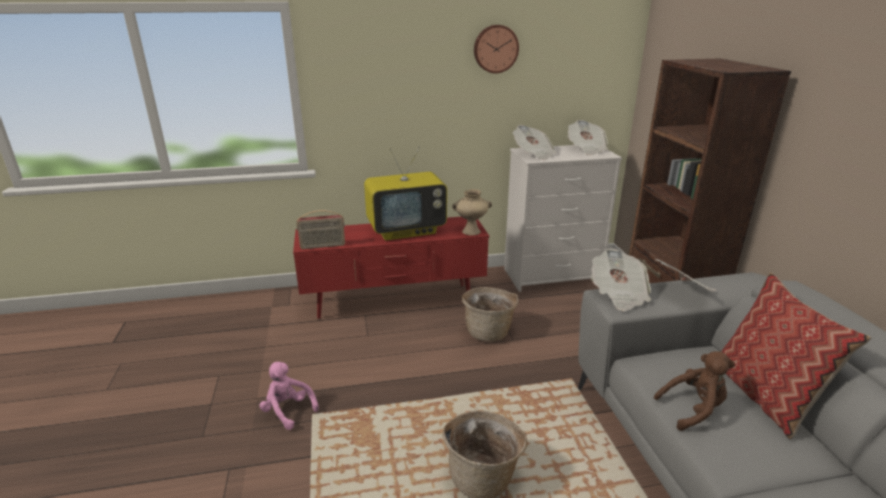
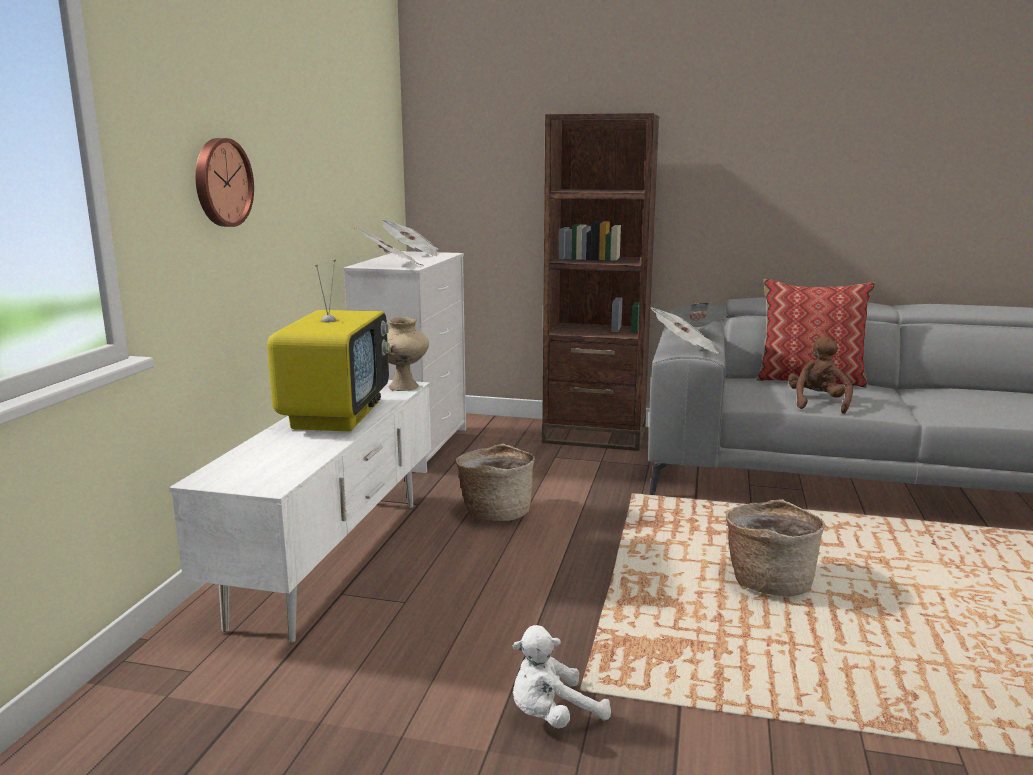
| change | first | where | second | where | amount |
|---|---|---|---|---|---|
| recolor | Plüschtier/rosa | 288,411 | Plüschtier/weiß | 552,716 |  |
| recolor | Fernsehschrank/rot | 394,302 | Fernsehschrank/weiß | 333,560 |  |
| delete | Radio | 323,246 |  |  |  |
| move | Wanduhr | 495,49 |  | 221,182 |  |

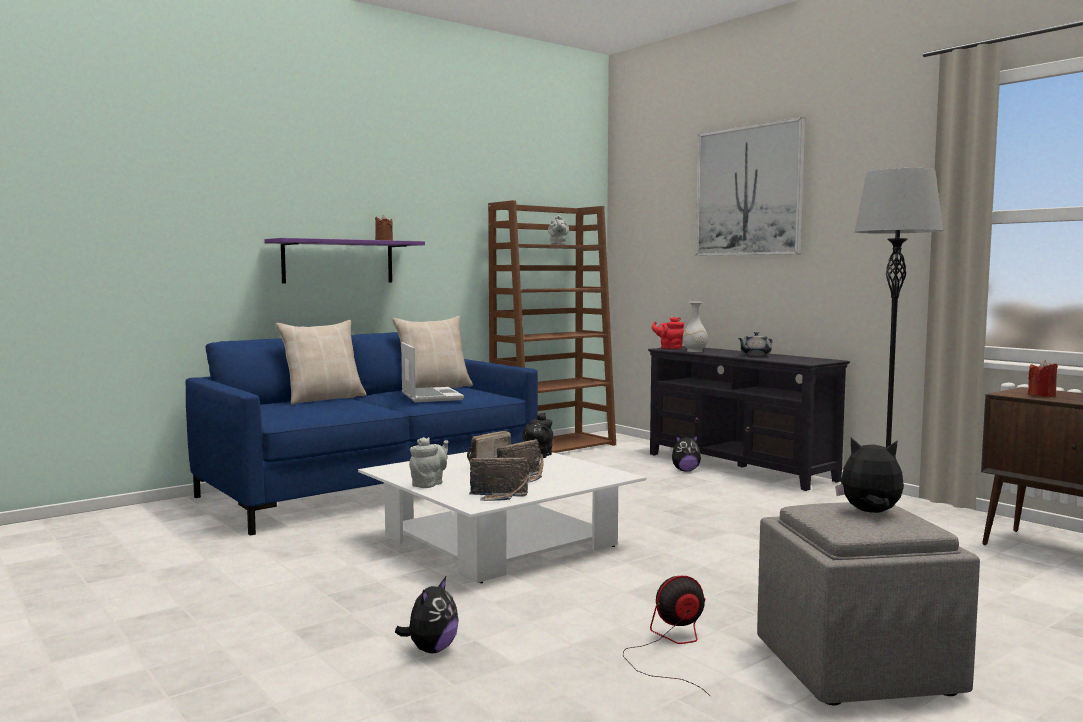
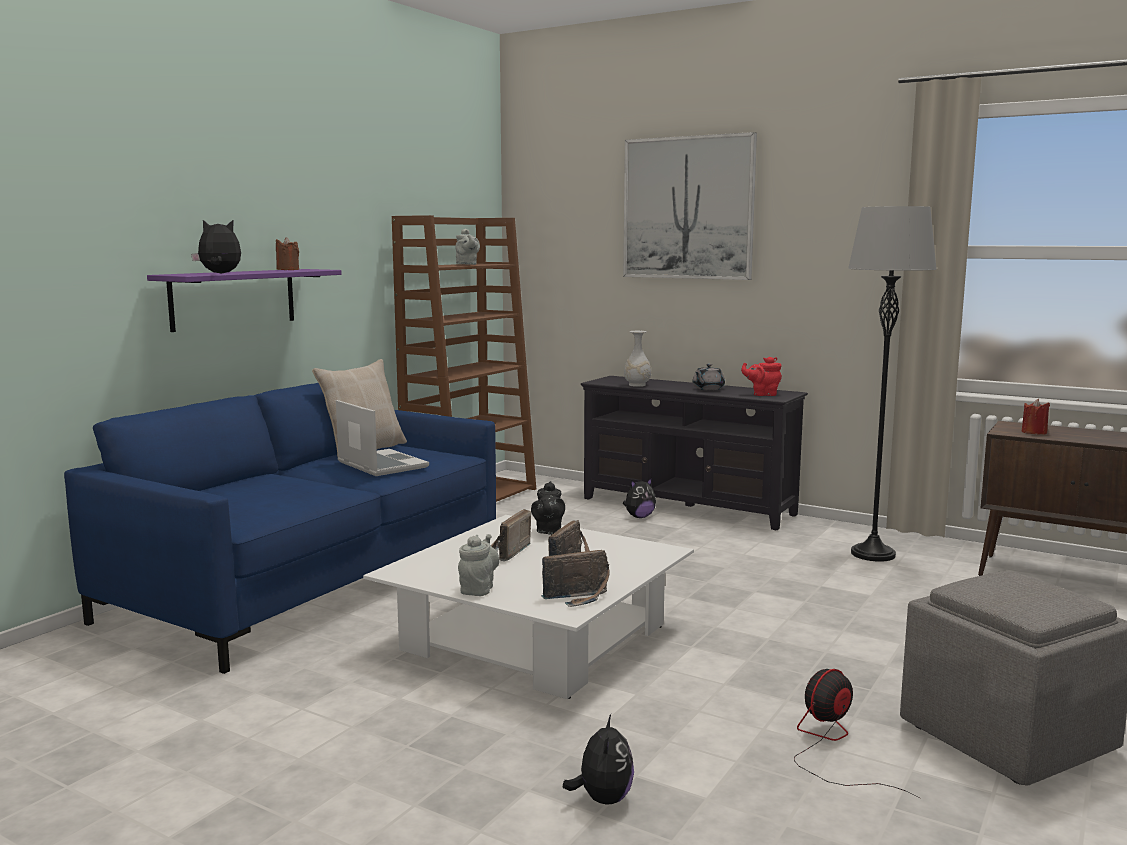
| change | first | where | second | where | amount |
|---|---|---|---|---|---|
| delete | Kissen/beige | 323,399 |  |  |  |
| move | Teekanne/rot | 669,348 |  | 762,394 |  |
| move | Plüschtier | 870,513 |  | 220,273 |  |

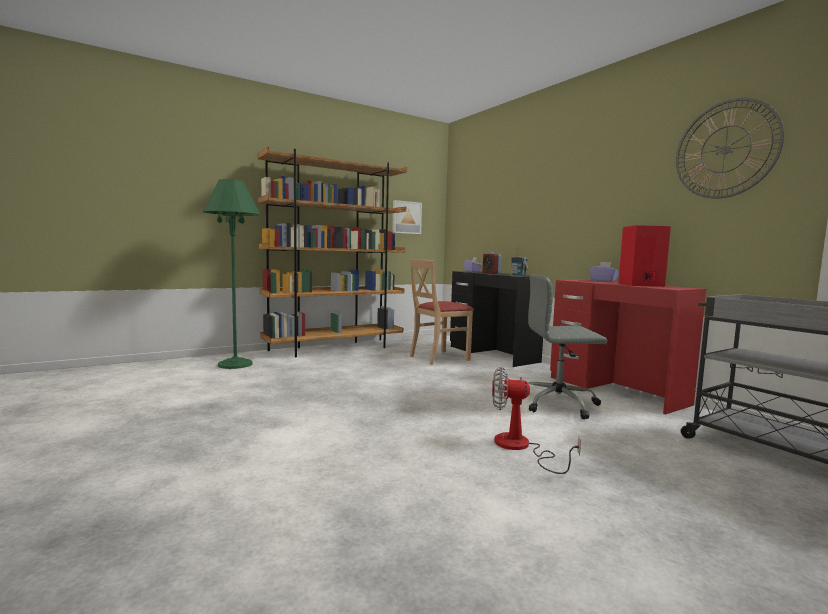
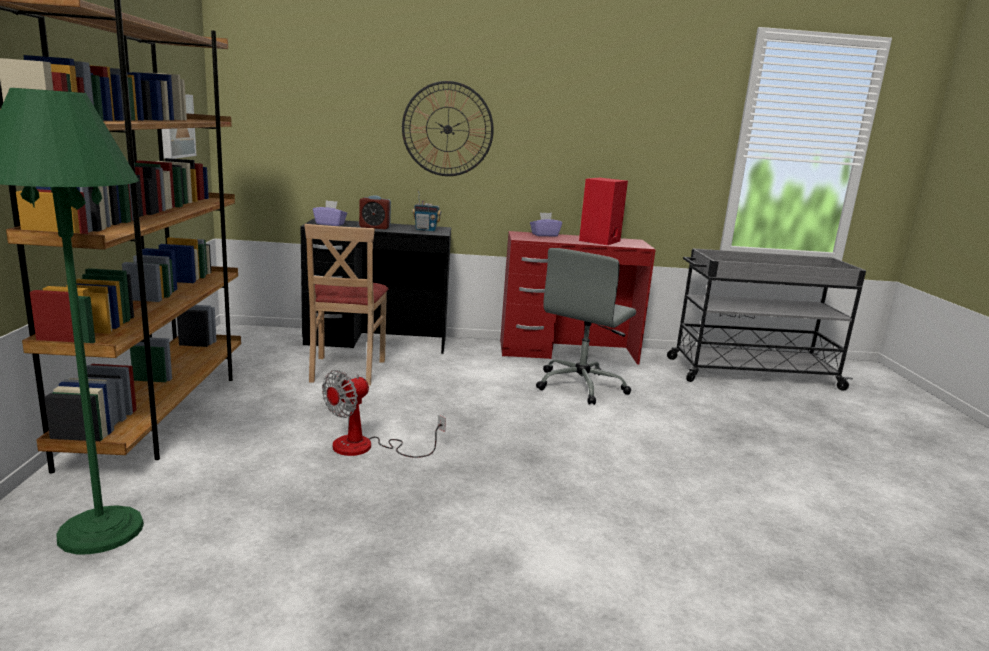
| change | first | where | second | where | amount |
|---|---|---|---|---|---|
| move | Ventilator | 520,448 |  | 367,447 |  |
| move | Wanduhr | 725,149 |  | 447,129 |  |

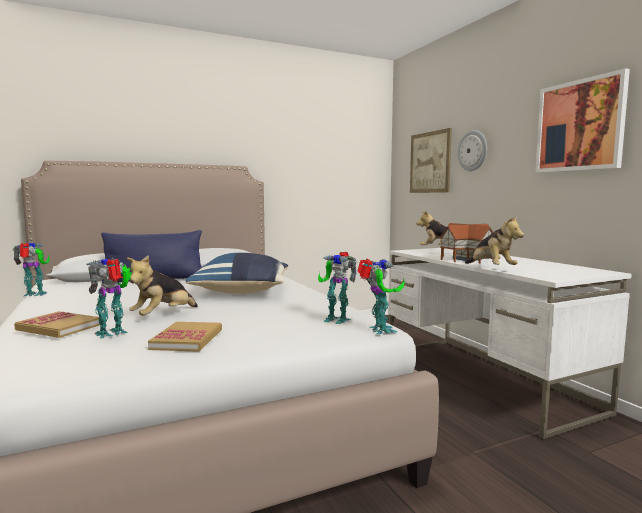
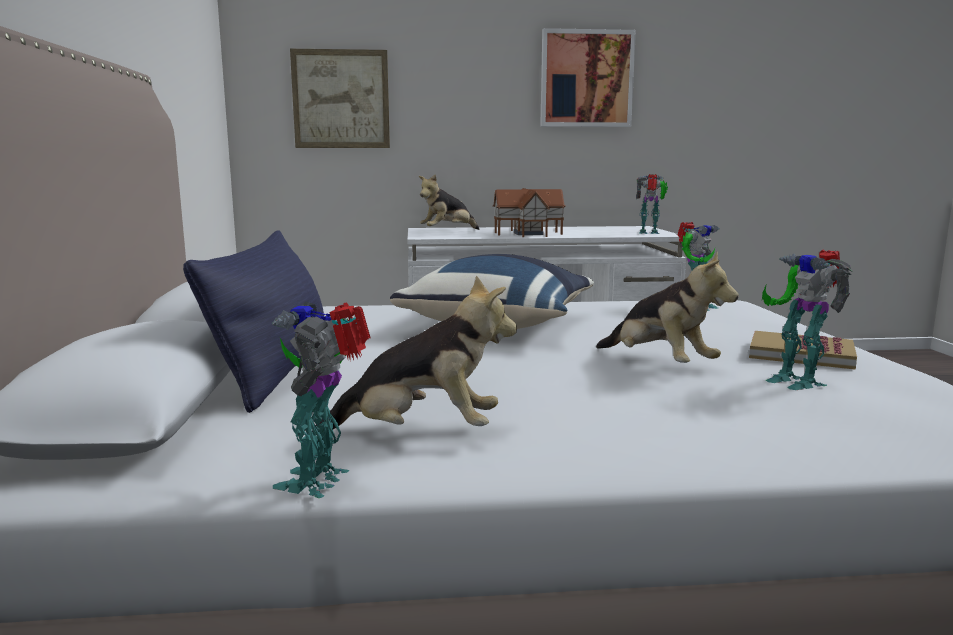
| change | first | where | second | where | amount |
|---|---|---|---|---|---|
| delete | Buch | 58,327 |  |  |  |
| move | Spielzeugroboter | 380,330 |  | 650,233 |  |
| delete | Wanduhr | 472,150 |  |  |  |
| move | Plüschtier | 491,268 |  | 421,434 |  |

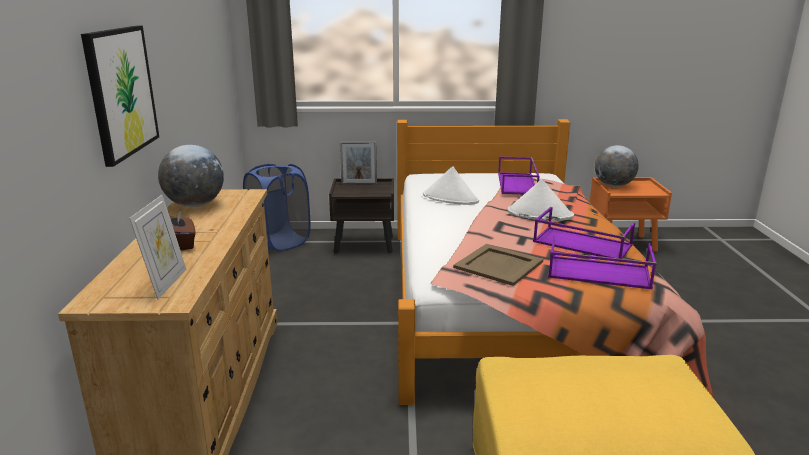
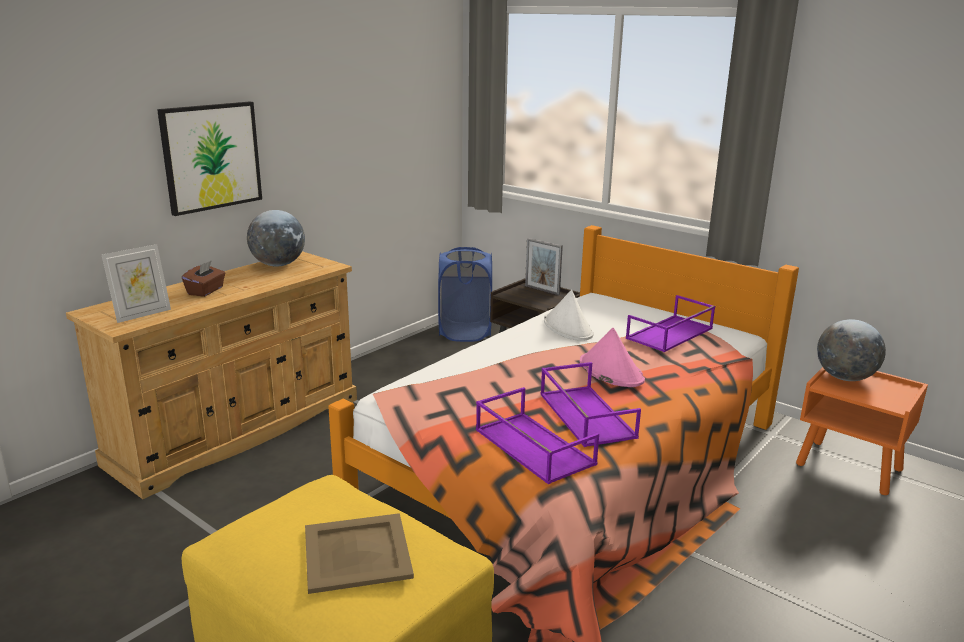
| change | first | where | second | where | amount |
|---|---|---|---|---|---|
| move | Tablett/beige | 498,265 |  | 356,553 |  |
| recolor | Hut/weiß | 539,214 | Hut/rosa | 610,371 |  |

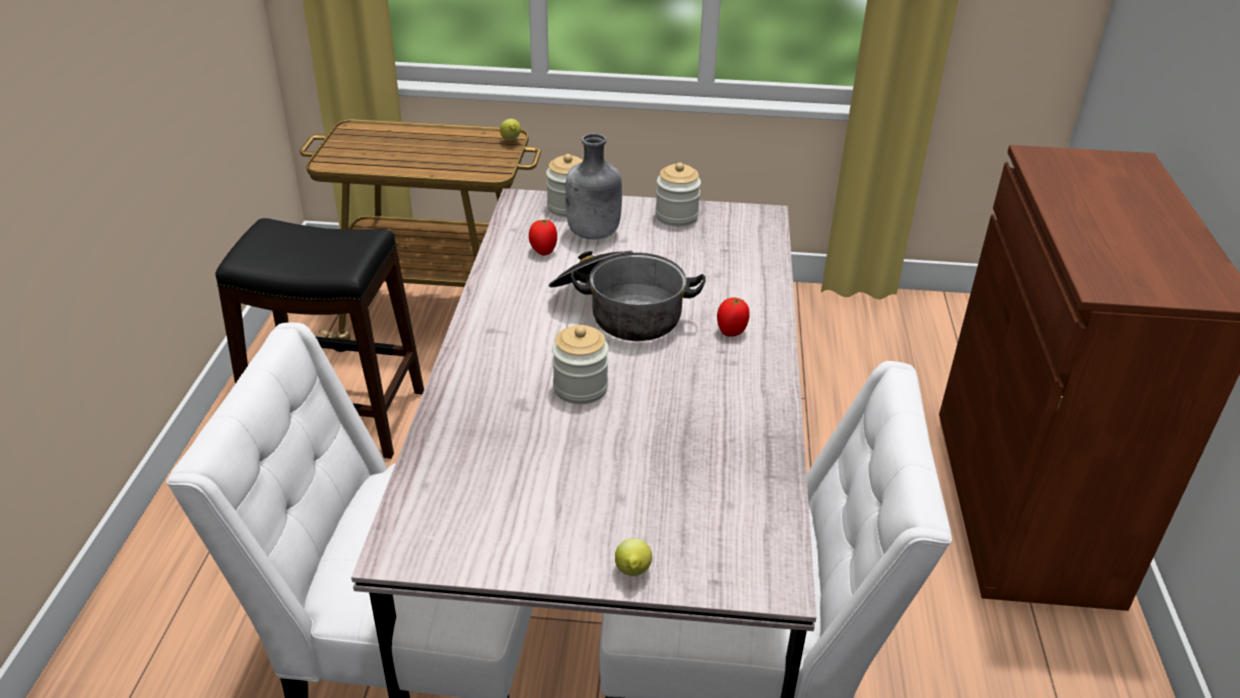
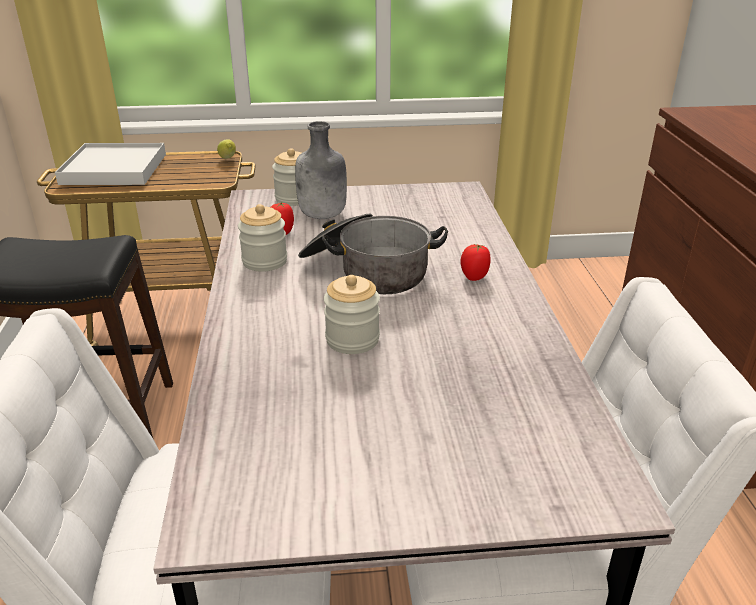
| change | first | where | second | where | amount |
|---|---|---|---|---|---|
| delete | Zitrone | 632,573 |  |  |  |
| move | Vorratsglas | 676,216 |  | 264,261 |  |
| insert |  |  | Tablett/weiß | 114,169 |  |

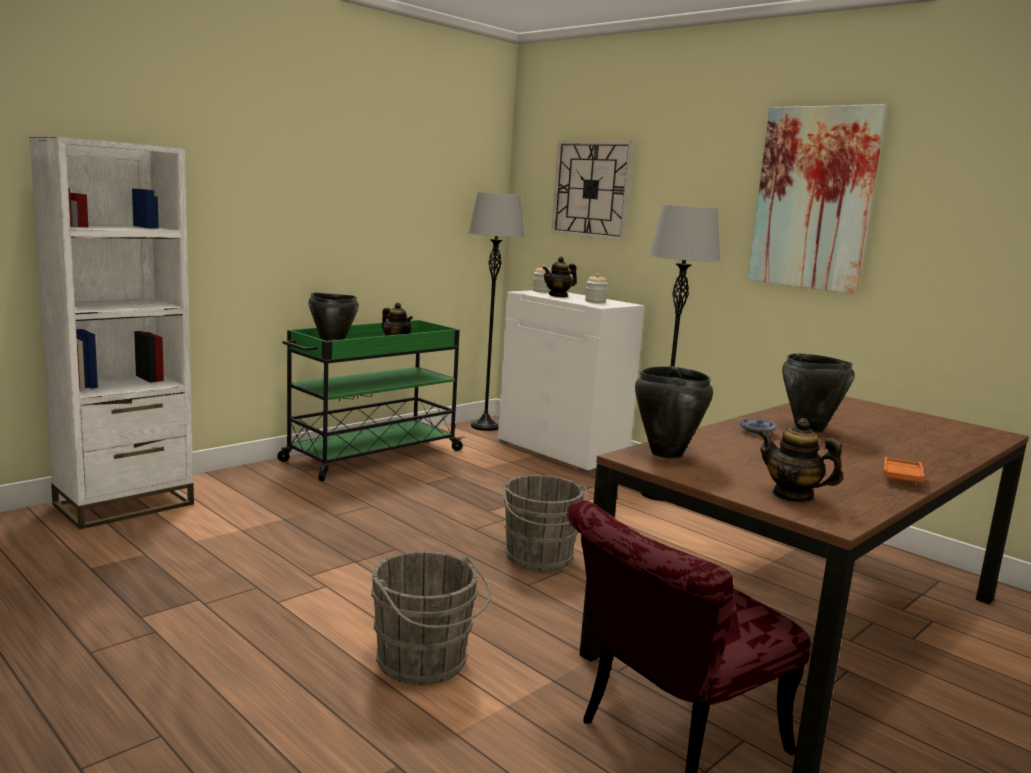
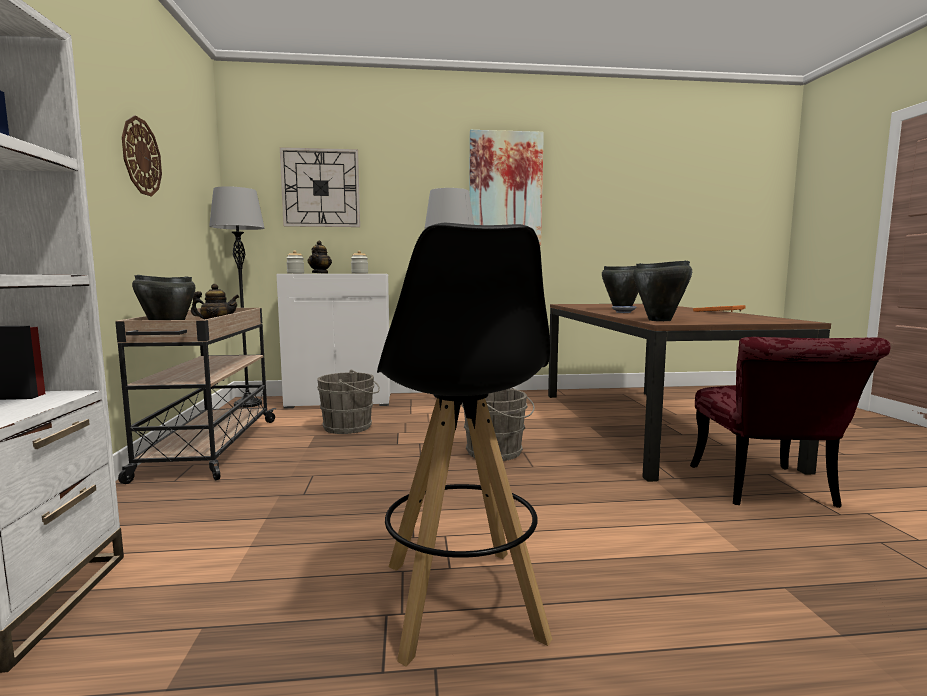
| change | first | where | second | where | amount |
|---|---|---|---|---|---|
| recolor | Rollwagen/grün | 371,456 | Rollwagen/beige | 209,448 |  |
| move | Eimer/grau | 425,663 |  | 350,427 |  |
| delete | Teekanne | 792,495 |  |  |  |
| insert |  |  | Wanduhr | 141,157 |  |
| insert |  |  | Hocker/schwarz | 461,601 |  |

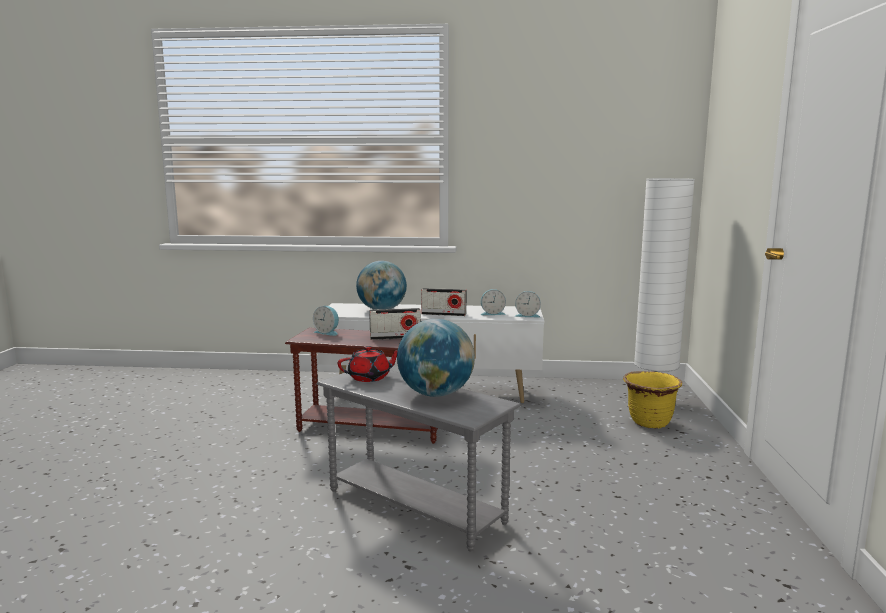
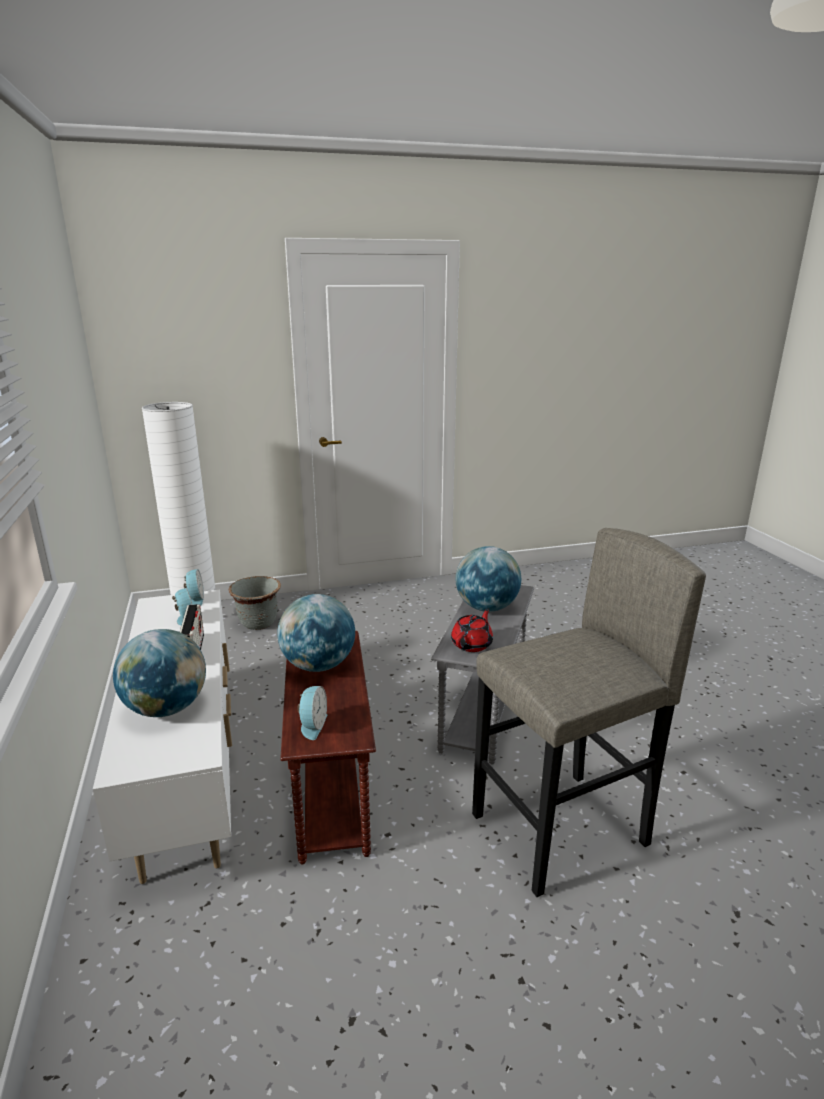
| change | first | where | second | where | amount |
|---|---|---|---|---|---|
| rotate | Teekanne/rot | 370,377 |  | 472,644 | 75 degrees clockwise |
| replace | Radio | 395,337 | Globus | 318,665 |  |
| recolor | Pflanzkübel/gelb | 649,422 | Pflanzkübel/grau | 258,623 |  |
| insert |  |  | Hocker/grau | 561,830 |  |

